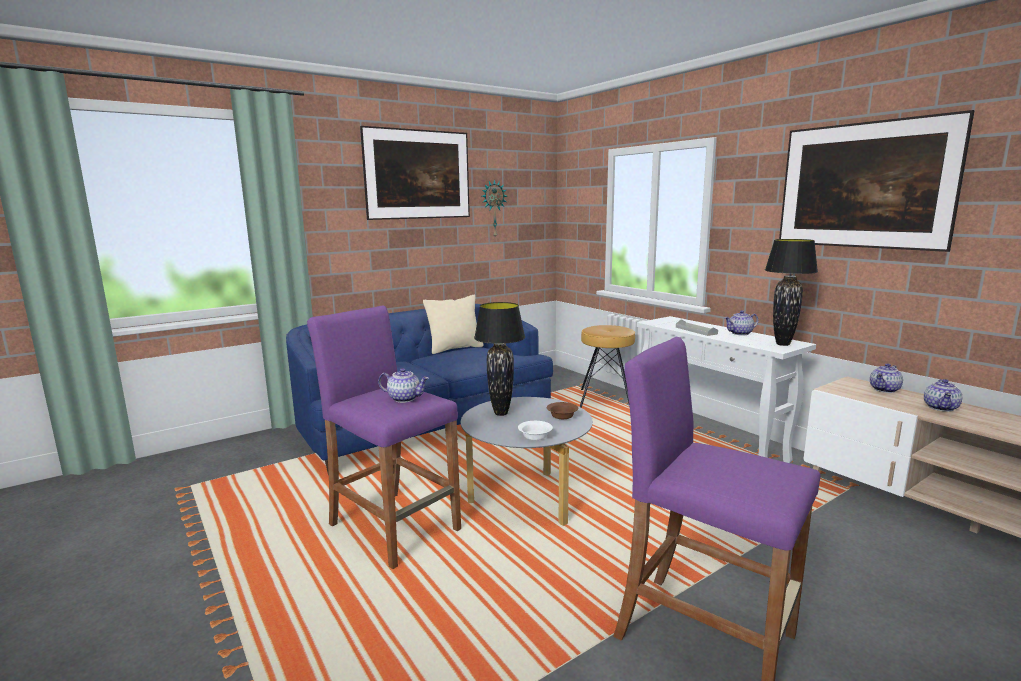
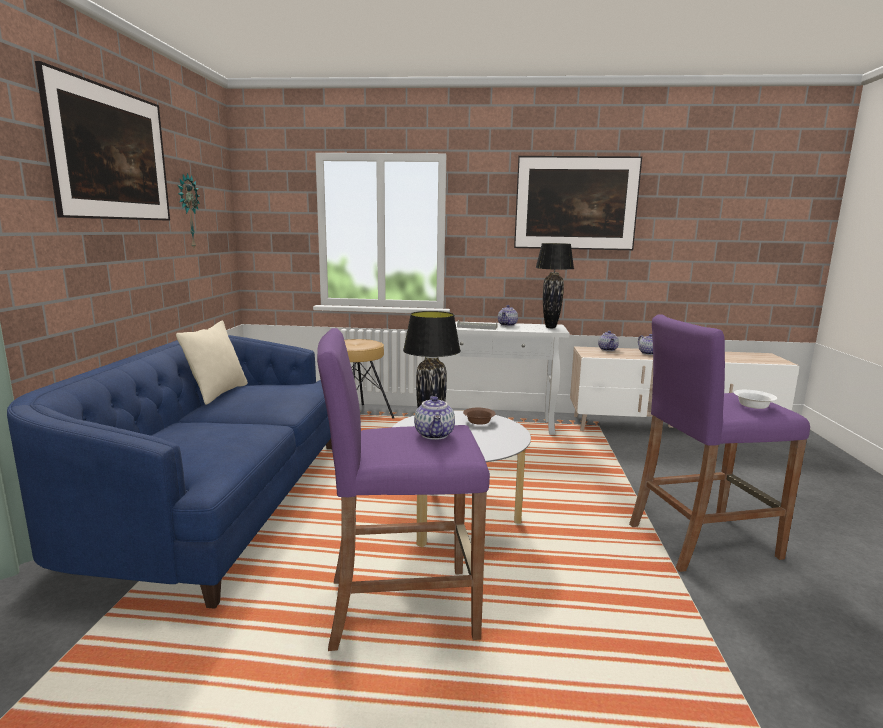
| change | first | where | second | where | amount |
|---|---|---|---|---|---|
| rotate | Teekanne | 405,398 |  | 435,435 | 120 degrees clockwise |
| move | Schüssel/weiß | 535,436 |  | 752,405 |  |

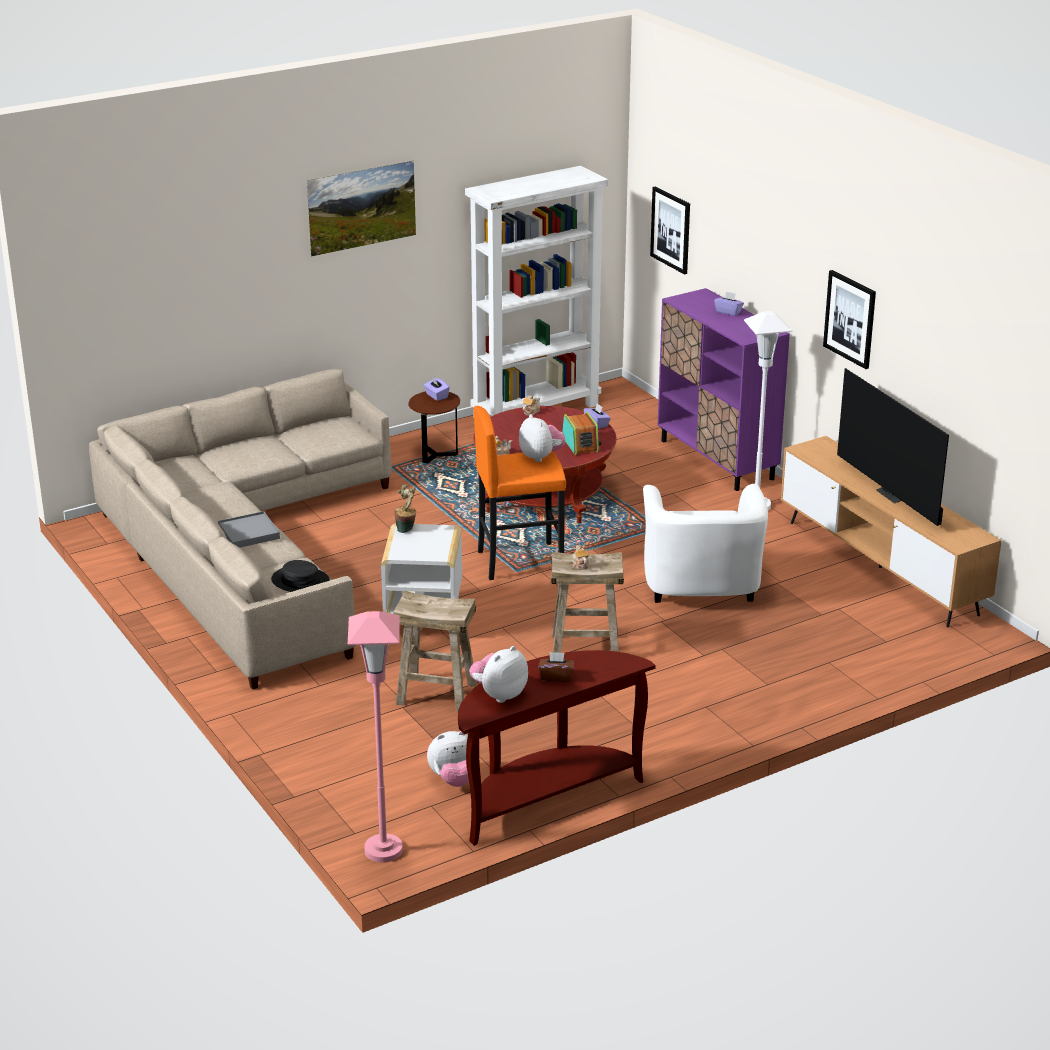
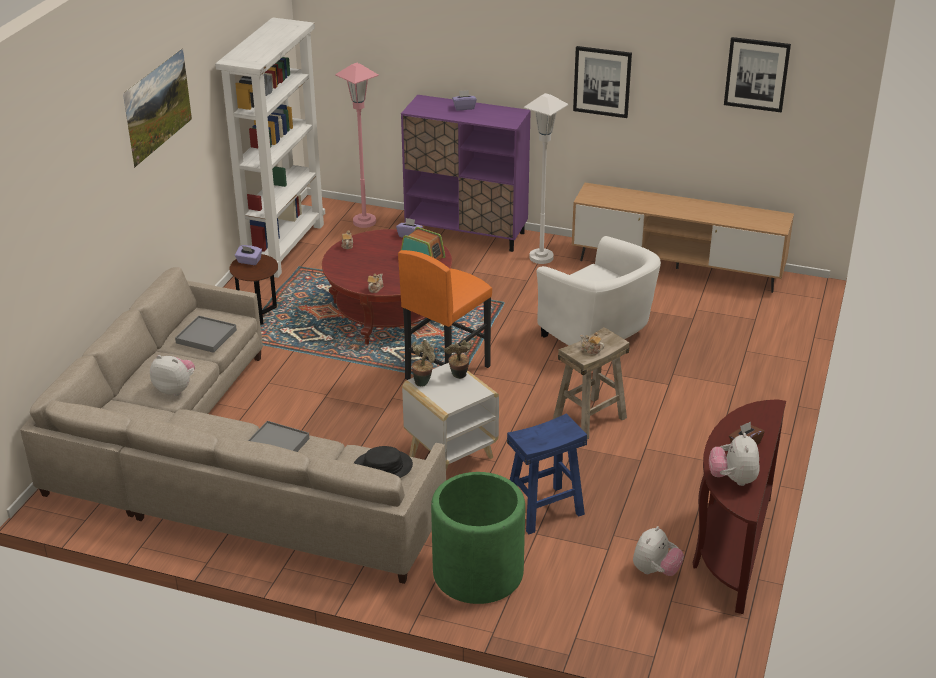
| change | first | where | second | where | amount |
|---|---|---|---|---|---|
| move | Stehlampe/rosa | 383,850 |  | 364,222 |  |
| recolor | Hocker/beige | 436,694 | Hocker/blau | 544,510 |  |
| move | Plüschtier | 541,457 |  | 175,389 |  |
| move | Bild | 671,229 |  | 756,74 |  |
| delete | Fernseher | 894,494 |  |  |  |
| insert |  |  | Tablett/grau | 206,336 |  |
| insert |  |  | Pflanzkübel/grün | 477,573 |  |
| insert |  |  | Topfpflanze | 459,376 |  |

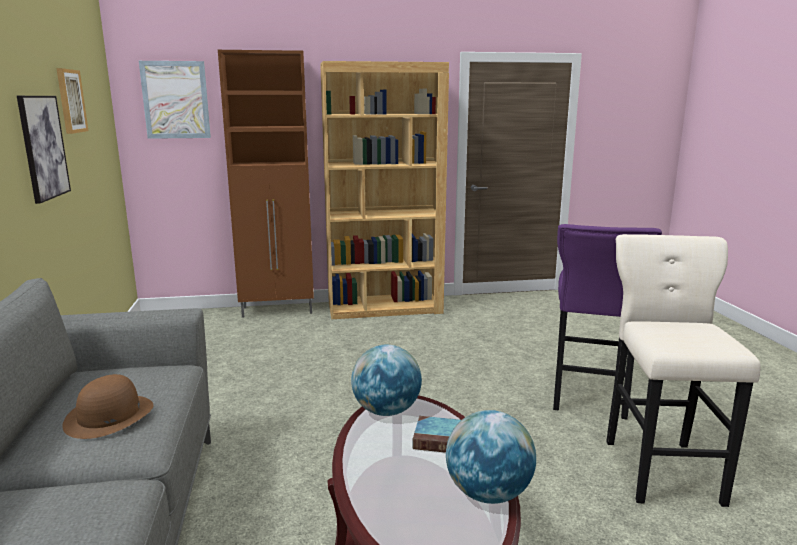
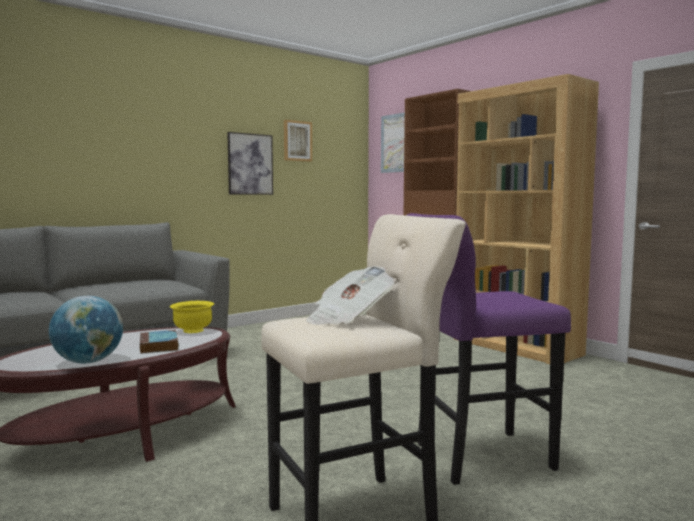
| change | first | where | second | where | amount |
|---|---|---|---|---|---|
| delete | Hut/braun | 109,416 |  |  |  |
| replace | Globus | 386,411 | Schüssel/gelb | 192,330 |  |
| insert |  |  | Zeitung | 348,319 |  |

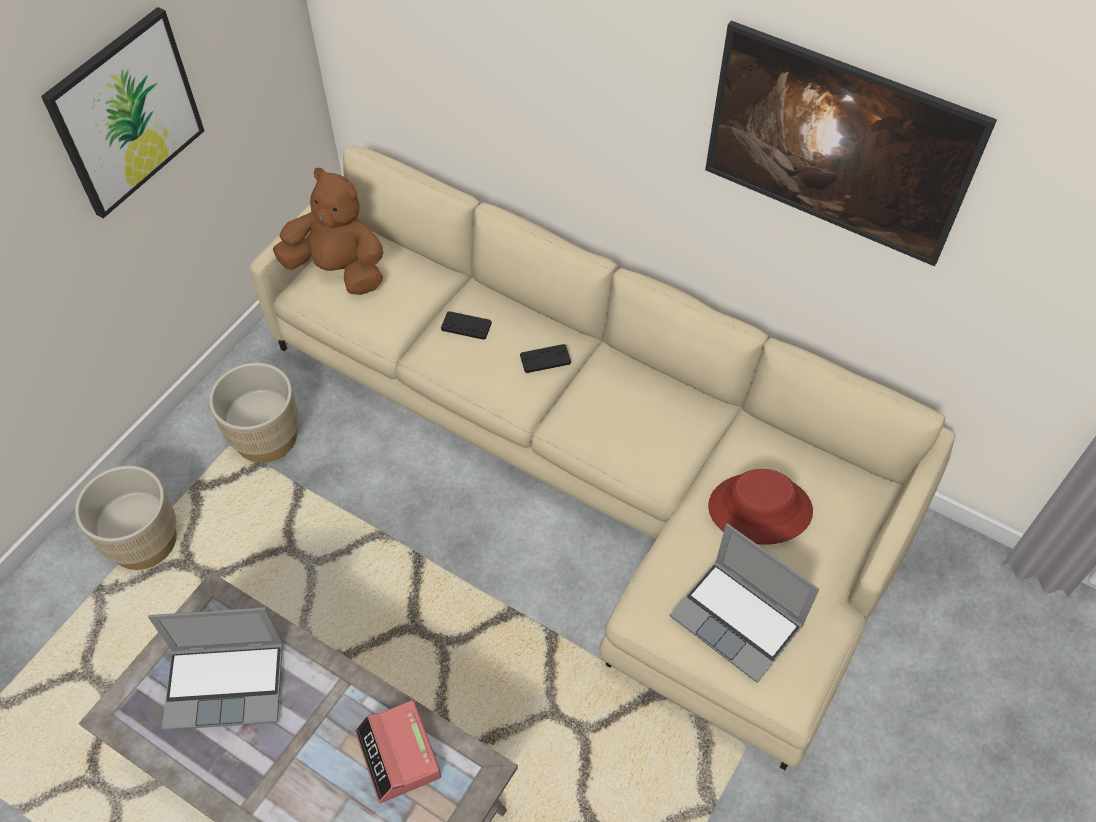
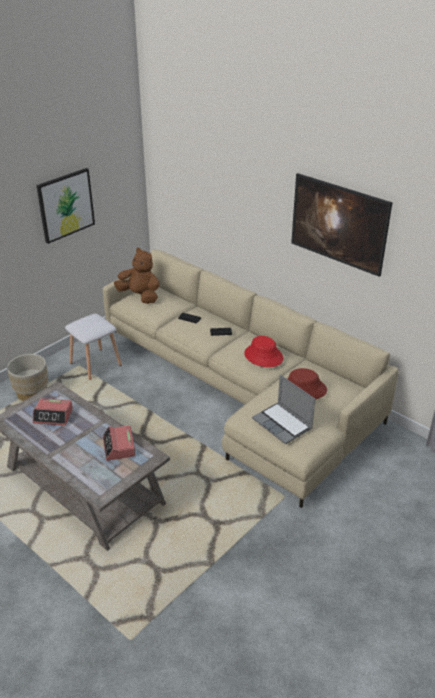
| change | first | where | second | where | amount |
|---|---|---|---|---|---|
| replace | Laptop | 227,684 | Wecker | 53,416 |  |
| replace | Pflanzkübel/beige | 266,437 | Hocker/weiß | 95,365 |  |
| insert |  |  | Hut/rot | 263,356 |  |

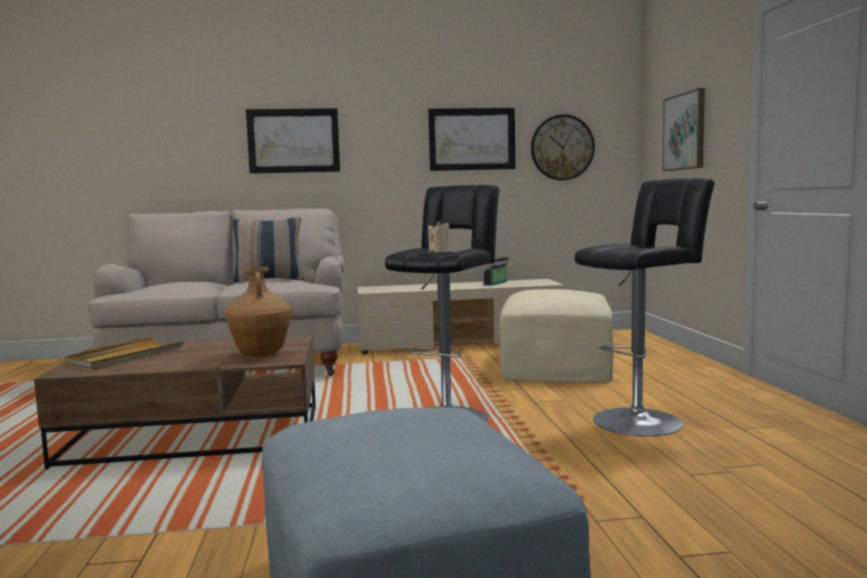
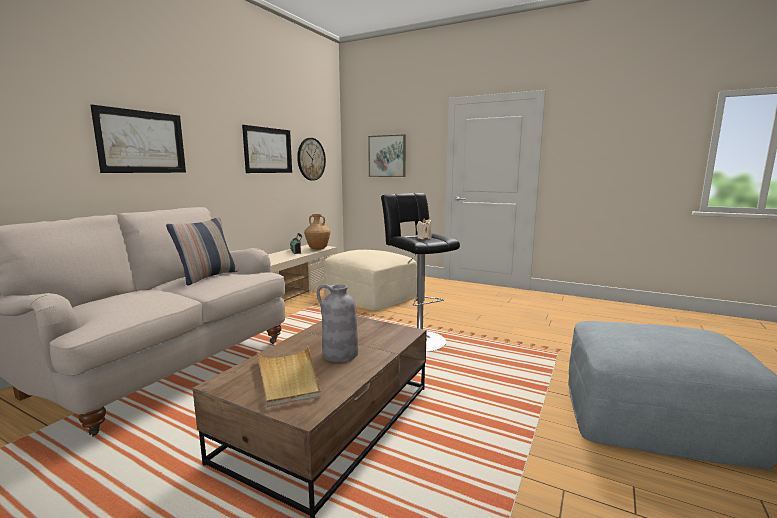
| change | first | where | second | where | amount |
|---|---|---|---|---|---|
| move | Vase/braun | 261,355 |  | 318,249 |  |
| delete | Hocker/schwarz | 641,420 |  |  |  |
| insert |  |  | Vase/grau | 339,354 |  |

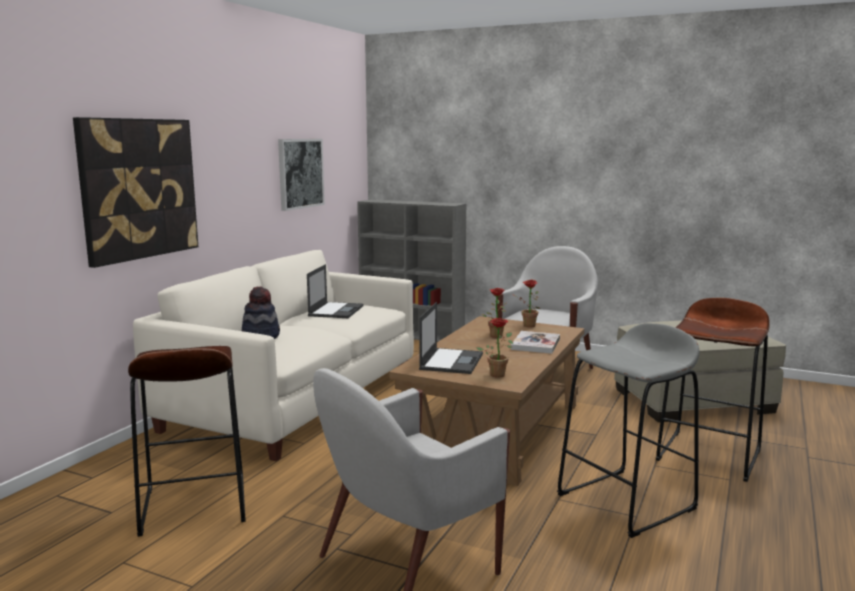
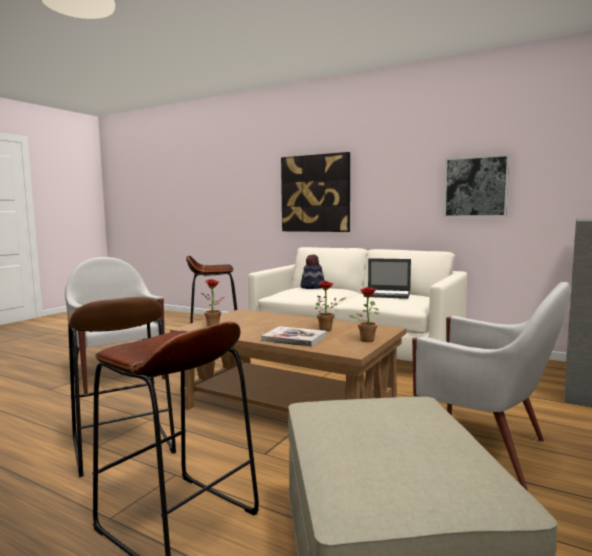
| change | first | where | second | where | amount |
|---|---|---|---|---|---|
| delete | Laptop | 451,361 |  |  |  |
| recolor | Hocker/grau | 626,501 | Hocker/braun | 122,445 |  |

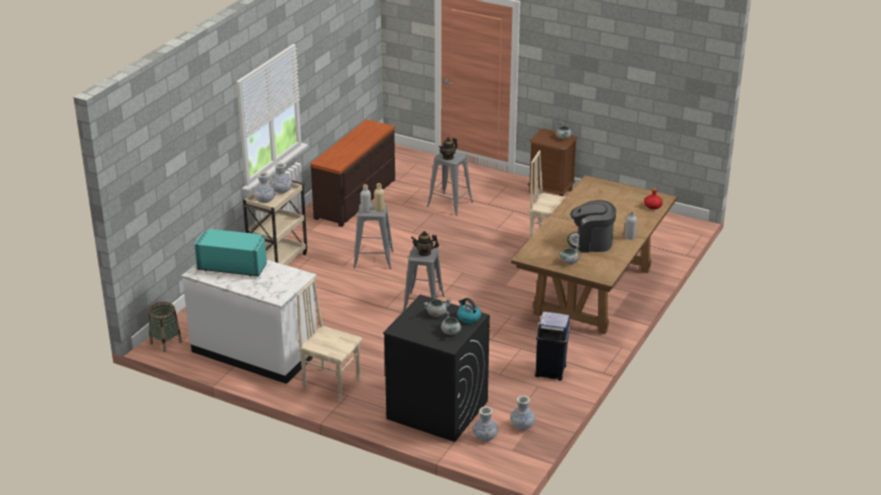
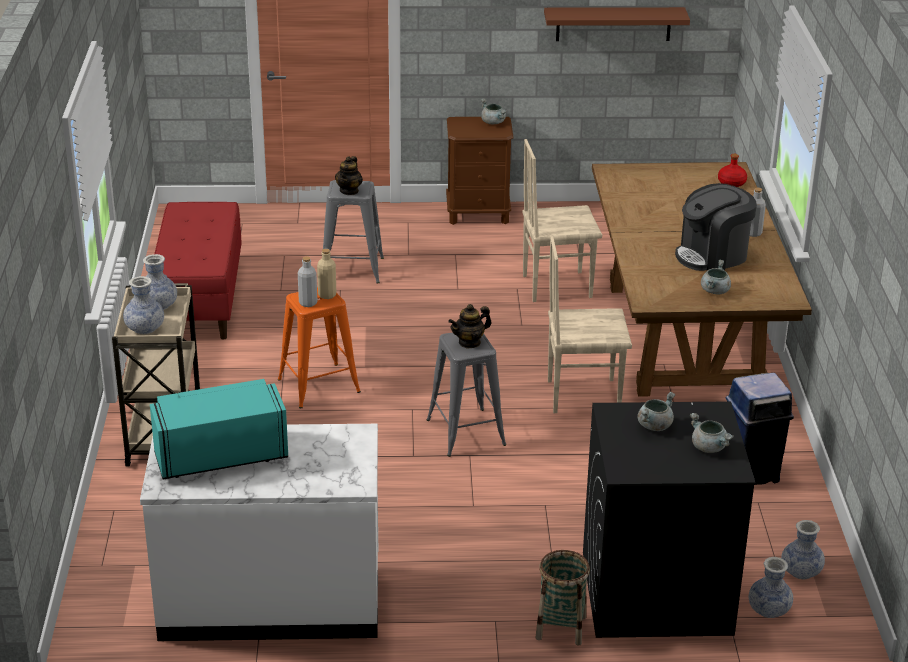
| change | first | where | second | where | amount |
|---|---|---|---|---|---|
| move | Korb | 165,342 |  | 560,627 |  |
| move | Stuhl/beige | 332,384 |  | 582,395 |  |
| replace | Kommode/braun | 356,199 | Bank/rot | 199,300 |  |
| recolor | Hocker/grau | 373,259 | Hocker/orange | 318,386 |  |
| delete | Wasserkessel | 468,318 |  |  |  |
| insert |  |  | Wandregal/braun | 613,24 |  |

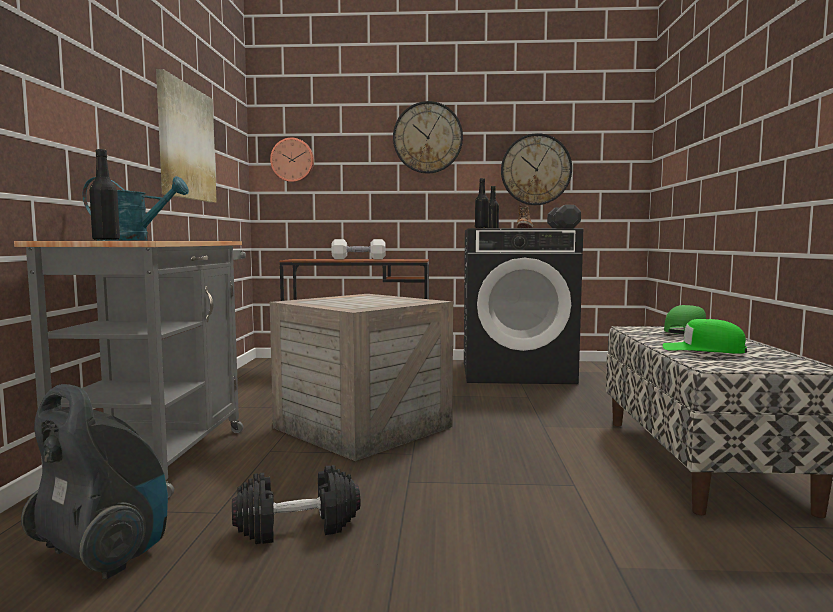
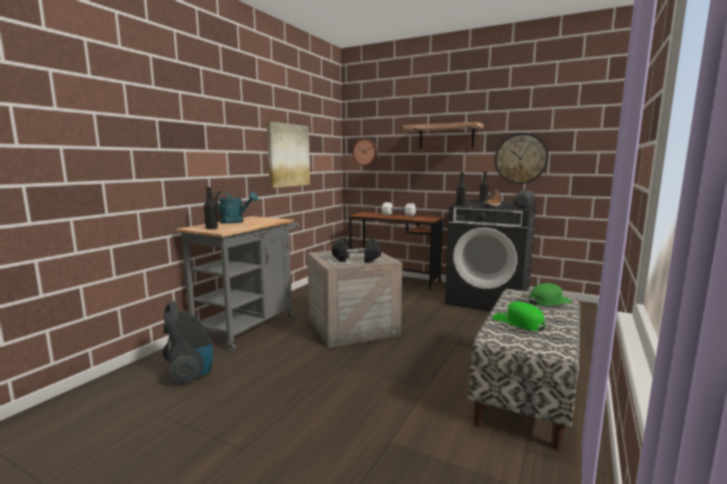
| change | first | where | second | where | amount |
|---|---|---|---|---|---|
| move | Hantel/schwarz | 297,526 |  | 356,259 |  |
| replace | Wanduhr | 427,137 | Wandregal | 446,137 |  |

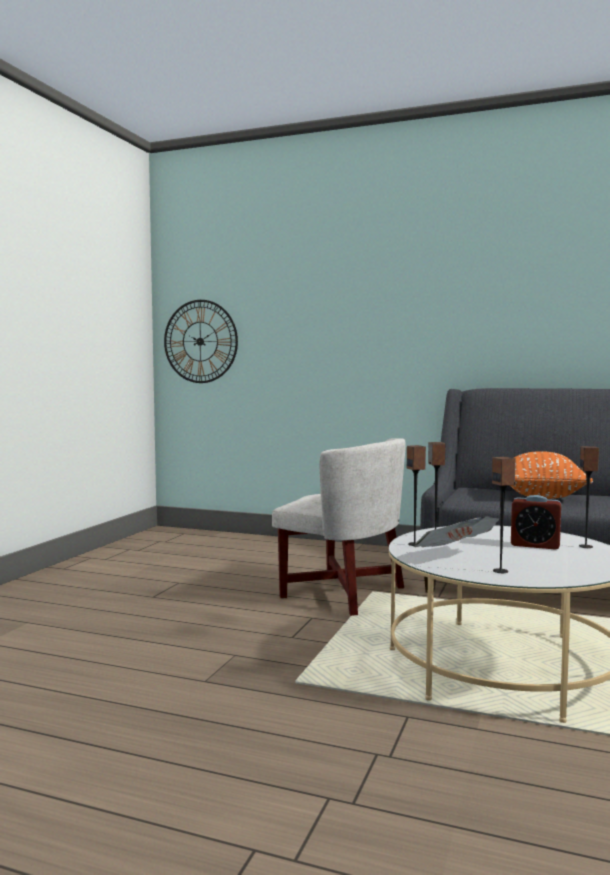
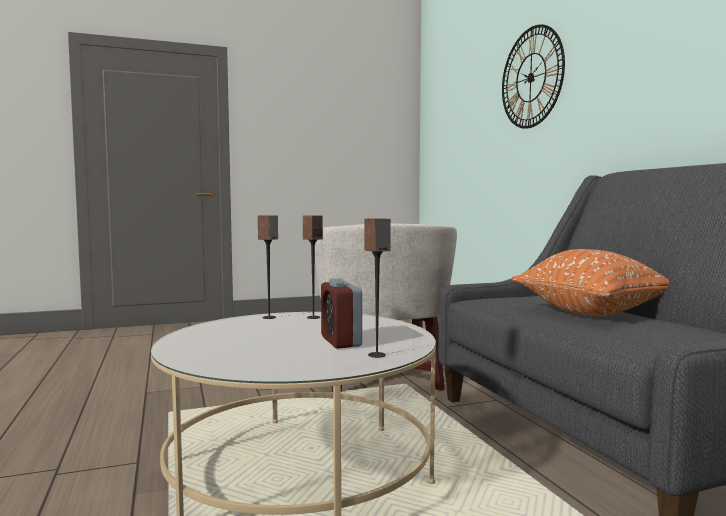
| change | first | where | second | where | amount |
|---|---|---|---|---|---|
| move | Wanduhr | 200,341 |  | 531,77 |  |
| delete | Zeitung | 454,555 |  |  |  |
| delete | Lautsprecher | 500,571 |  |  |  |

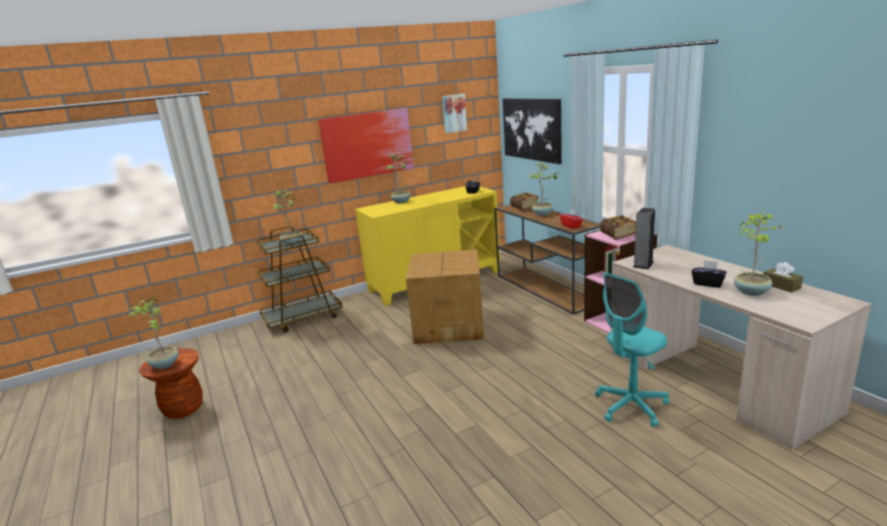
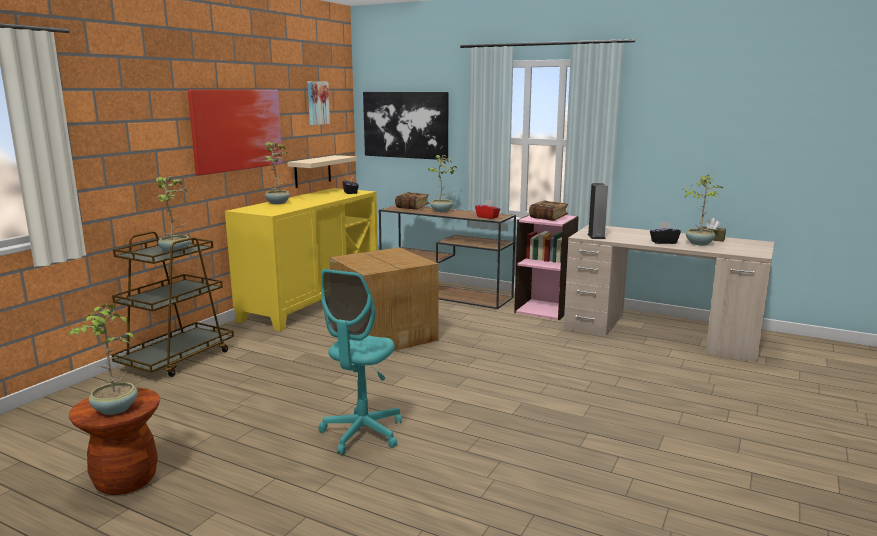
| change | first | where | second | where | amount |
|---|---|---|---|---|---|
| move | Bürostuhl/türkis | 631,406 |  | 362,433 |  |
| insert |  |  | Wandregal/beige | 312,171 |  |

